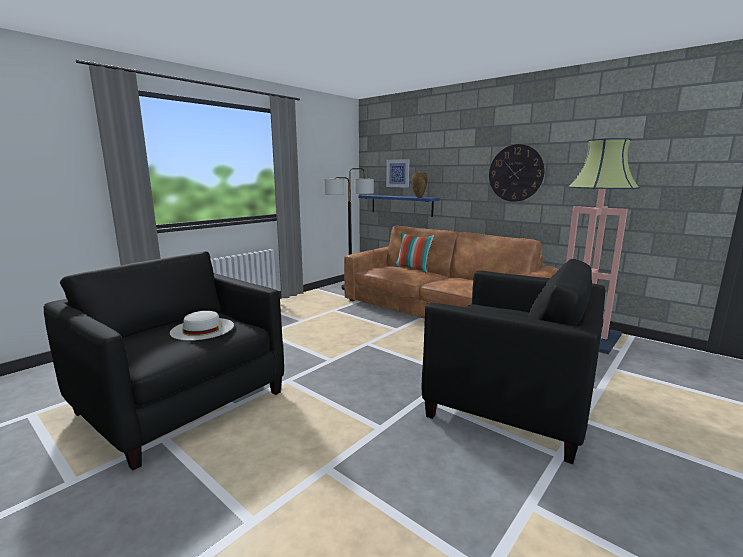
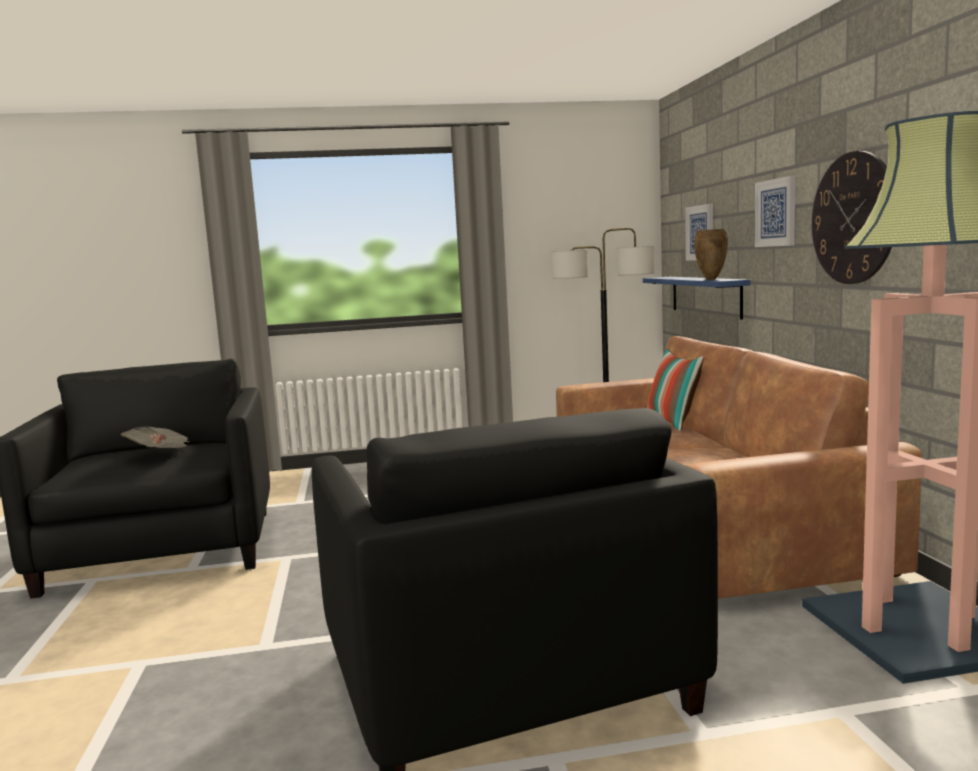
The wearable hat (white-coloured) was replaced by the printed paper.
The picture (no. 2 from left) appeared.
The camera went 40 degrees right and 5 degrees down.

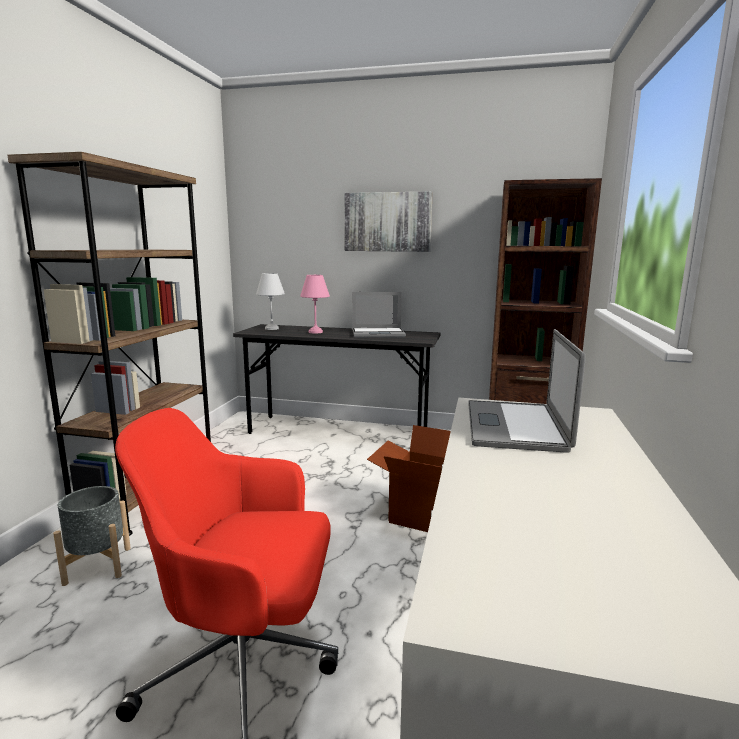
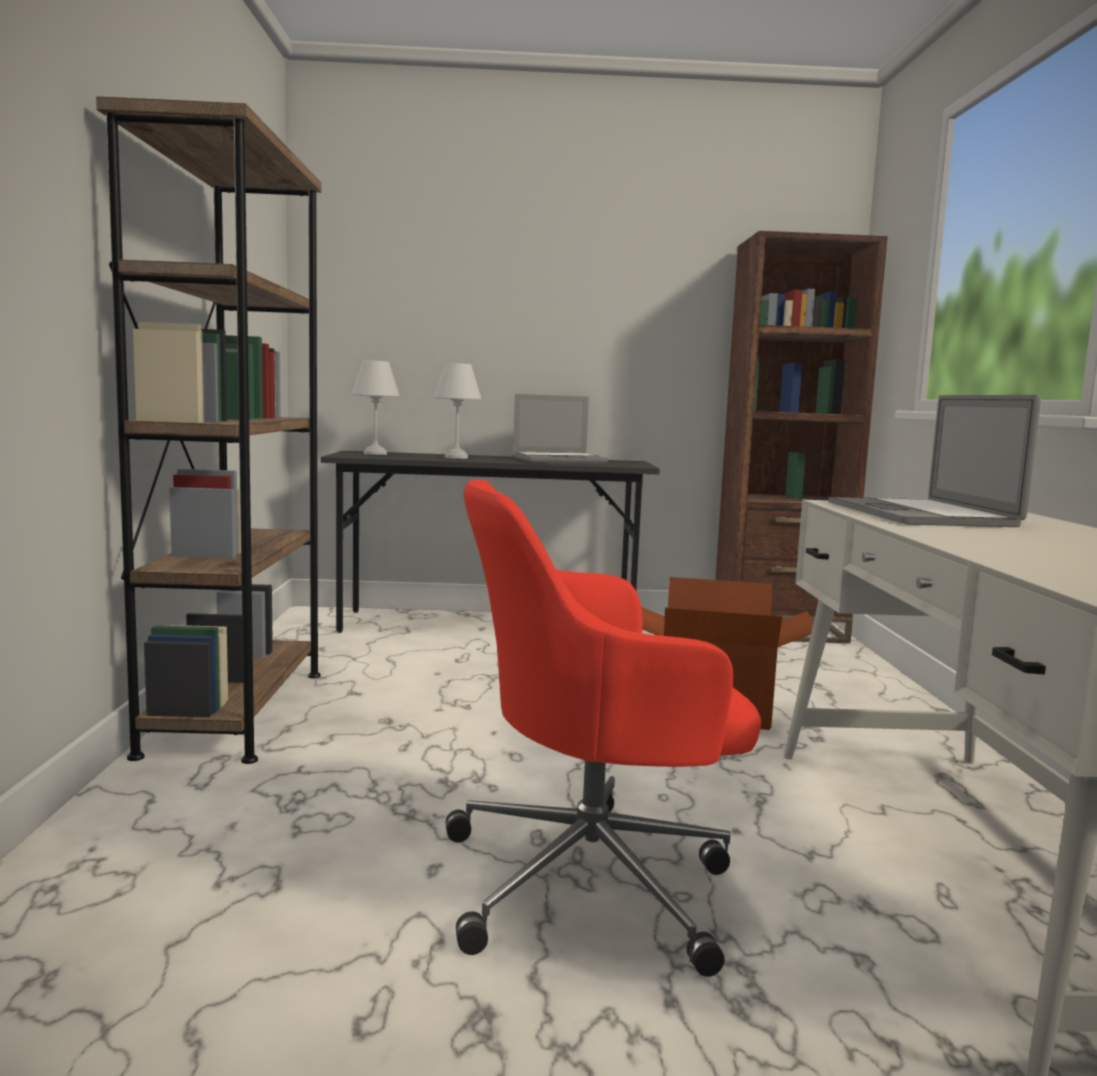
The picture disappeared.
The tabletop lamp (pink-coloured) became the tabletop lamp (white-coloured) (no. 2 from left).
The plant pot (gray) disappeared.
The camera went 15 degrees left and 5 degrees down.

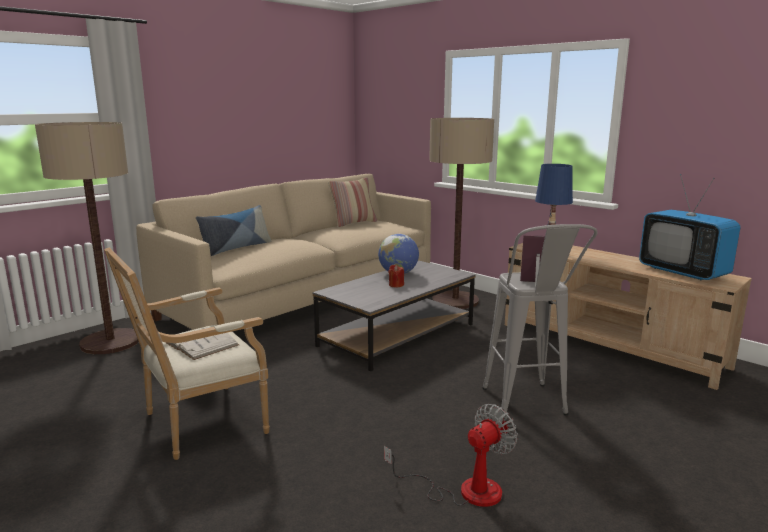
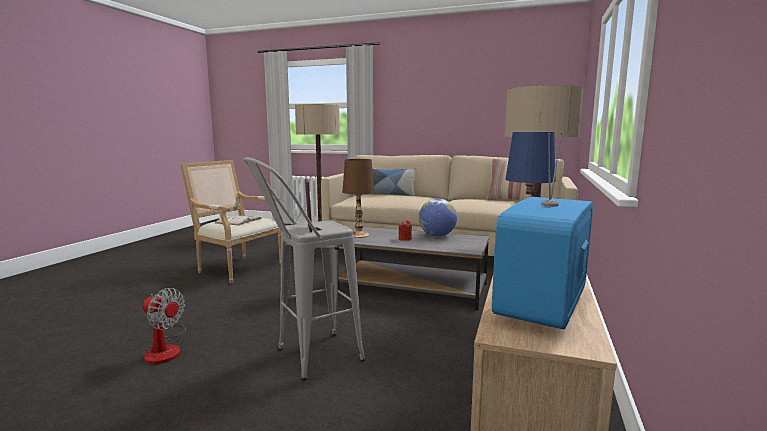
The tabletop lamp (brown-coloured) appeared.
The camera went 65 degrees right and 5 degrees down.

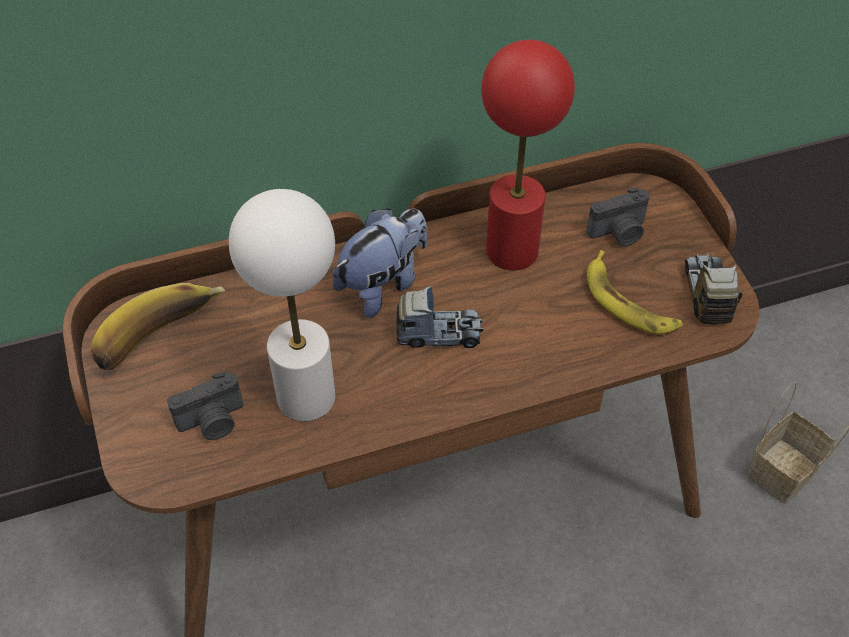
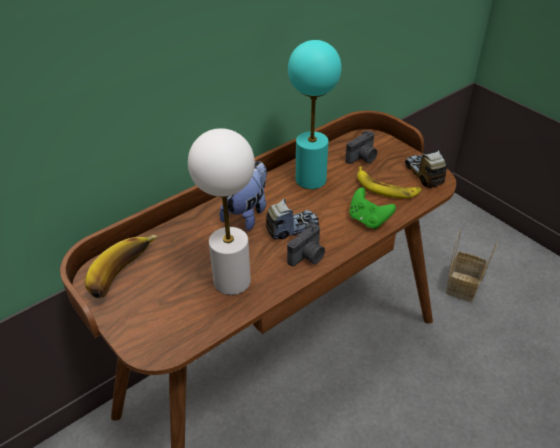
The tabletop lamp (red-coloured) became the tabletop lamp (blue-green).
The still camera (no. 1 from left) moved.
The gamepad (green) appeared.
The camera went 20 degrees left and 10 degrees down.

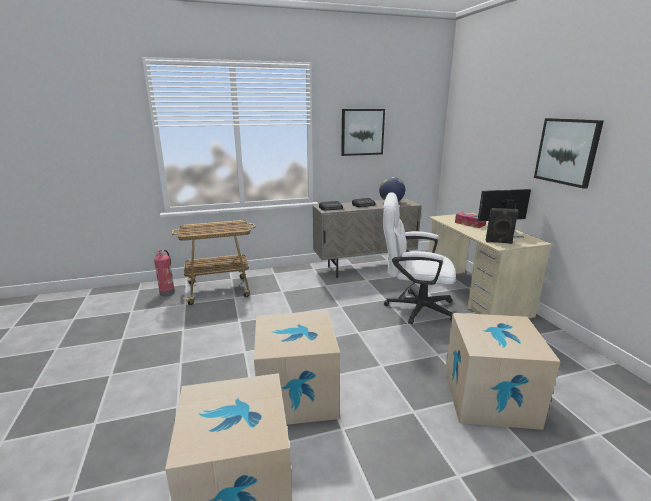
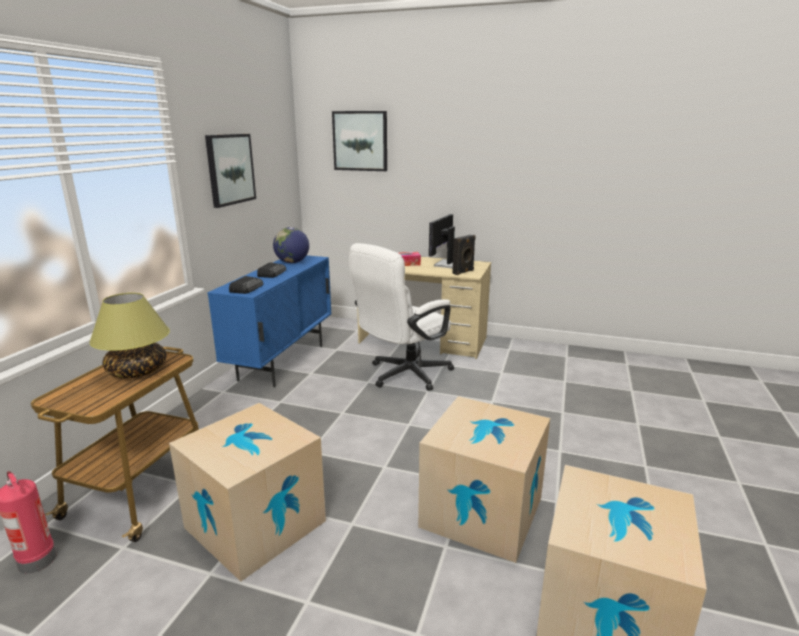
The picture (no. 2 from left) moved.
The cupboard (sand-coloured) became the cupboard (blue).
The packing box (no. 3 from left in the first image) moved.
The tabletop lamp appeared.
The camera went 55 degrees left and 0 degrees up.

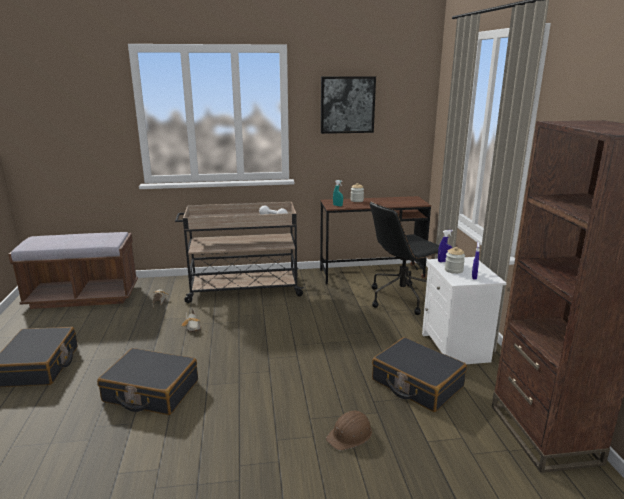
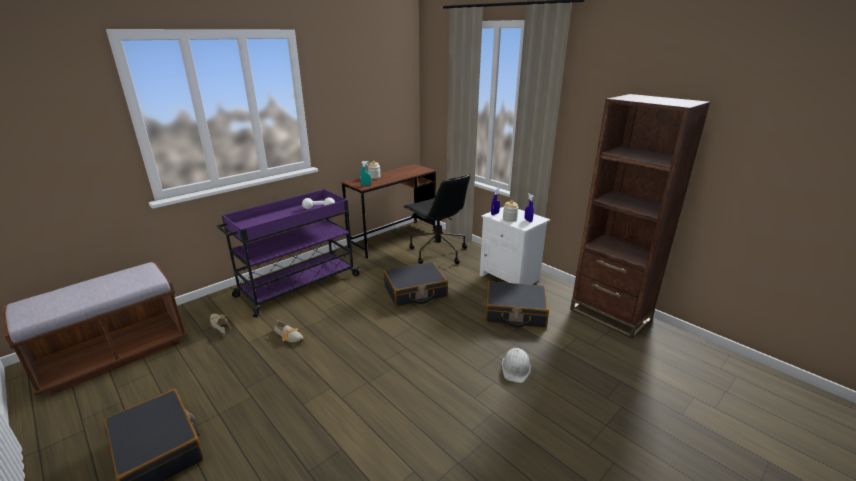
The picture disappeared.
The trolley (sand-coloured) became the trolley (purplish).
The computer chair (black) turned 60 degrees counterclockwise.
The piece of luggage (black) (no. 2 from left) moved.
The work helmet (brown-coloured) became the work helmet (white-coloured).
The camera went 35 degrees left and 5 degrees up.

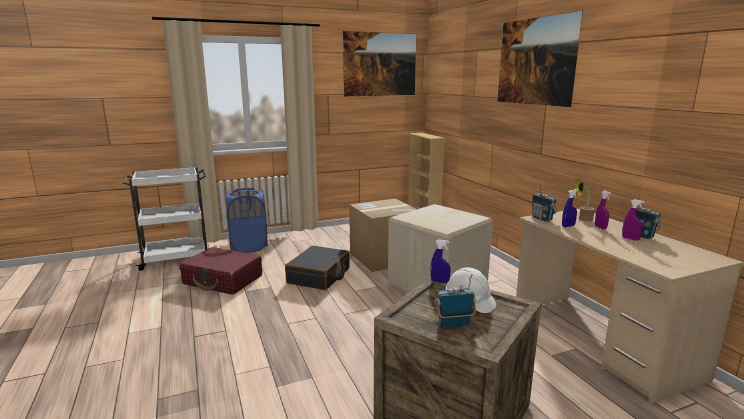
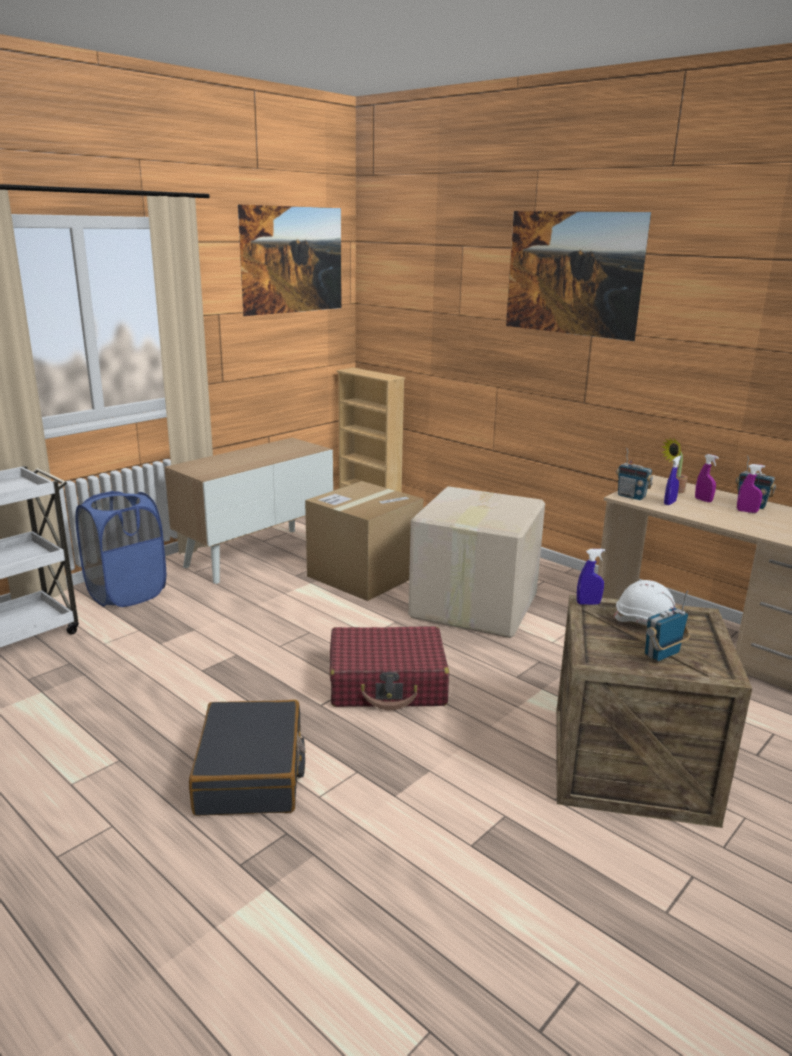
The piece of luggage (black) moved.
The piece of luggage (red-coloured) moved.
The cupboard appeared.
The camera went 25 degrees left and 5 degrees up.

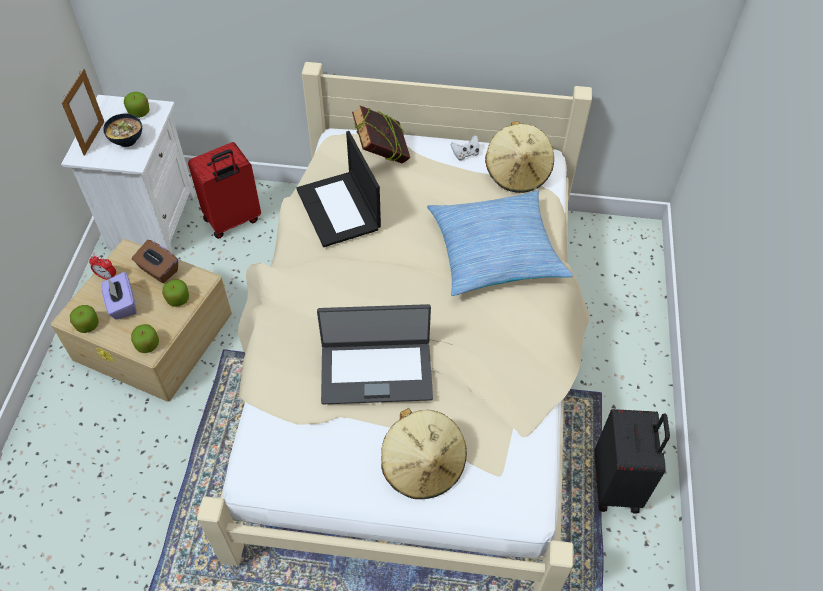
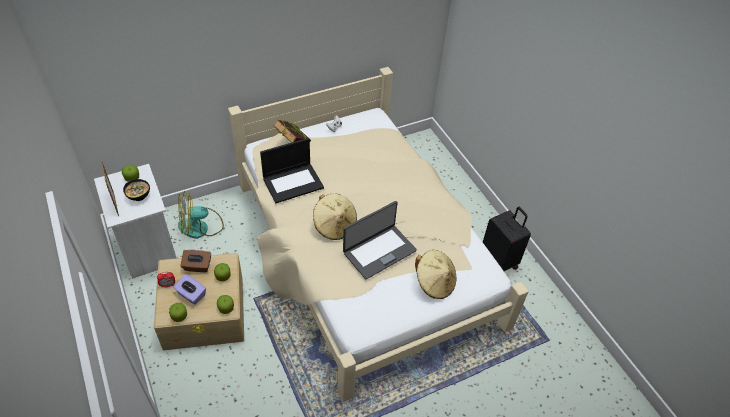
The wearable hat (sand-coloured) (no. 2 from left in the first image) moved.
The portable computer (no. 1 from left) turned 60 degrees counterclockwise.
The piece of luggage (red-coloured) was replaced by the fan.
The throw pillow disappeared.
The camera went 35 degrees left and 5 degrees down.

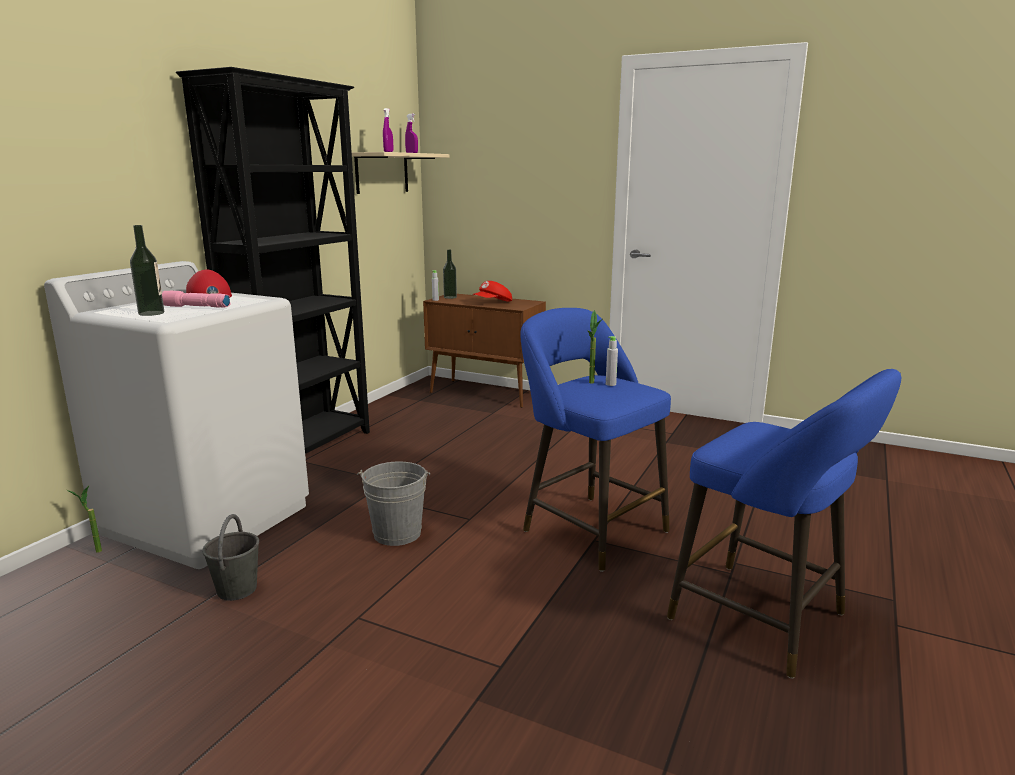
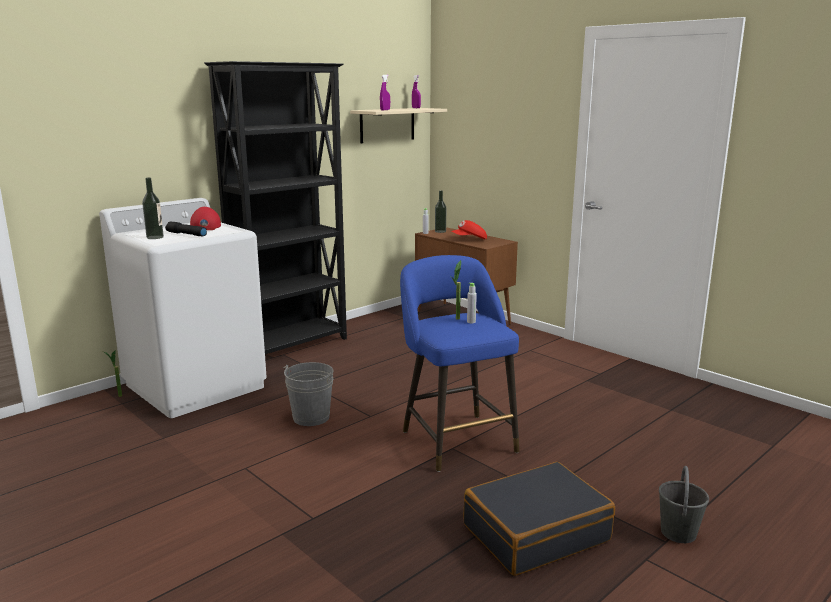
The flashlight (pink-coloured) became the flashlight (black).
The sitting stool (blue) (no. 2 from left) was replaced by the piece of luggage (black).
The pail (gray) (no. 1 from left in the first image) moved.
The camera went 20 degrees right and 0 degrees up.

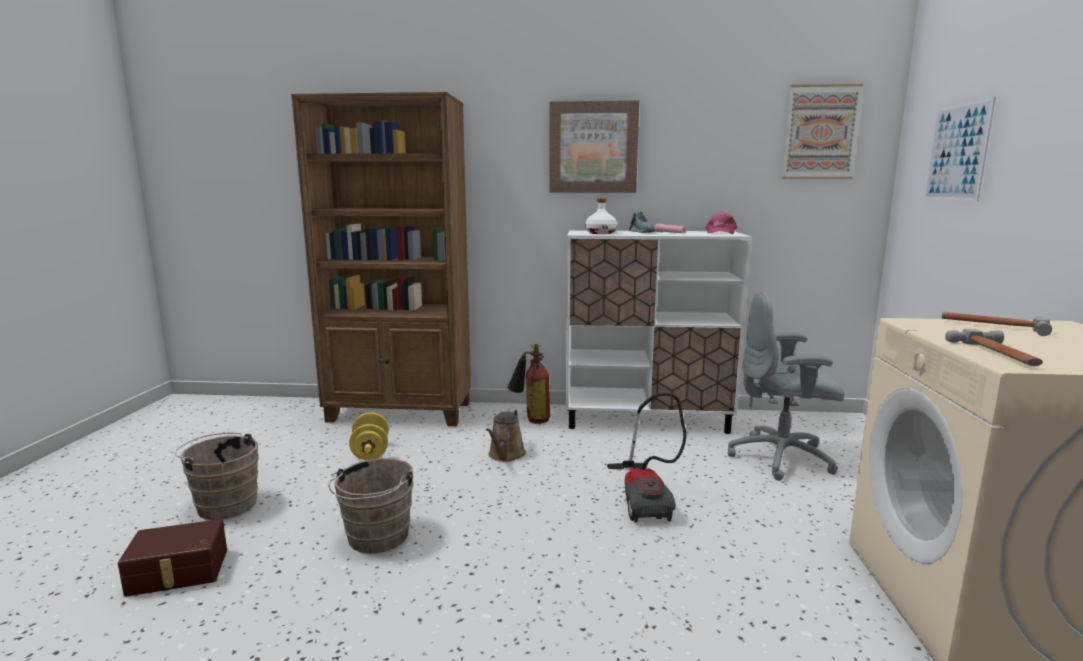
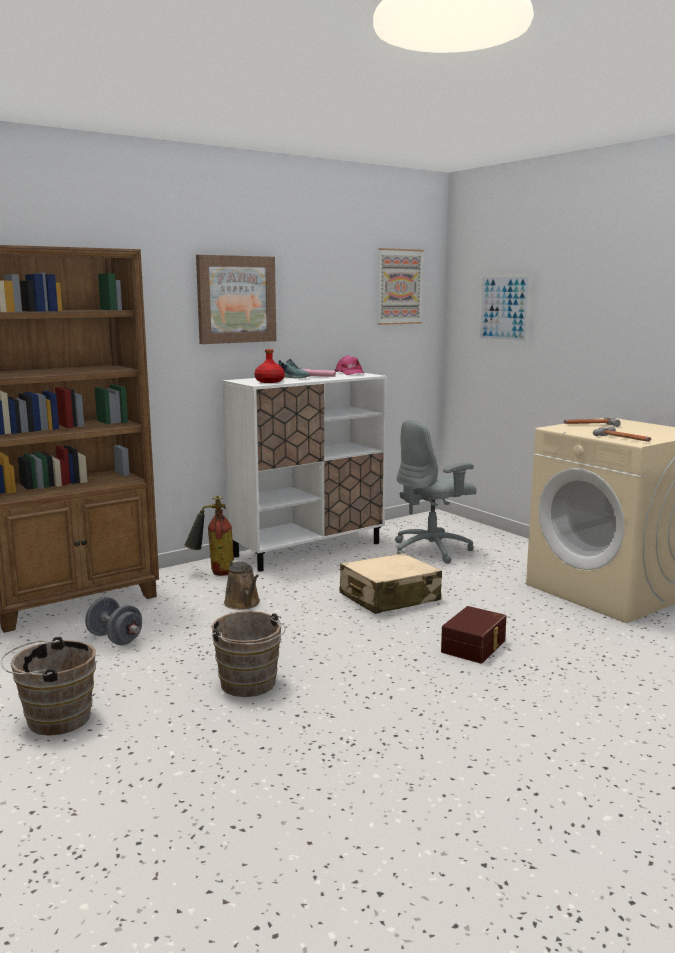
The bottle (white-coloured) became the bottle (red-coloured).
The hoover was replaced by the piece of luggage (sand-coloured).
The dumbbell (yellow-coloured) became the dumbbell (gray).
The storage box (brown-coloured) moved.
The camera went 40 degrees left and 0 degrees up.

